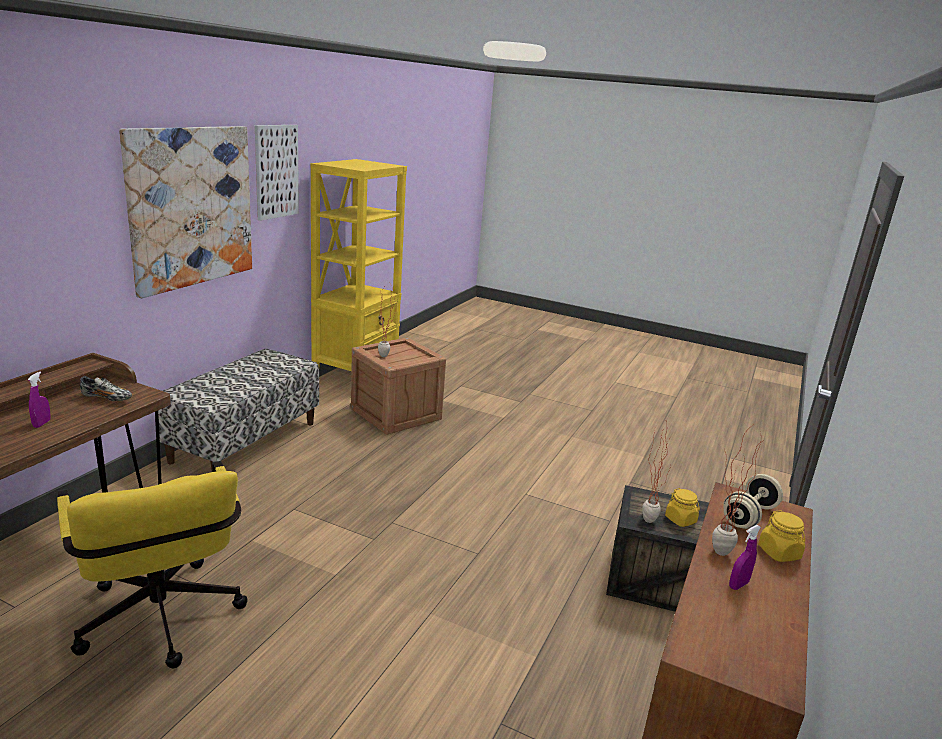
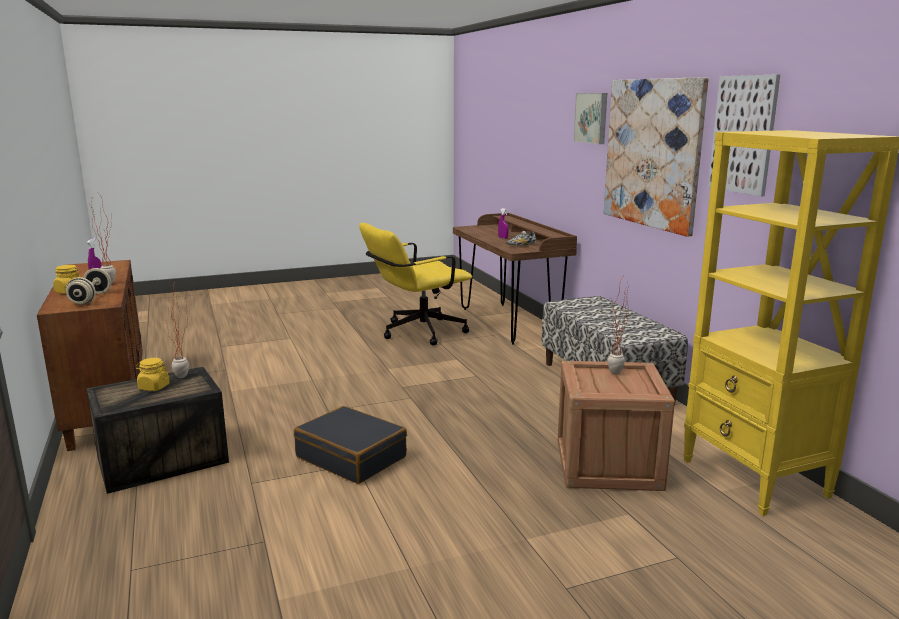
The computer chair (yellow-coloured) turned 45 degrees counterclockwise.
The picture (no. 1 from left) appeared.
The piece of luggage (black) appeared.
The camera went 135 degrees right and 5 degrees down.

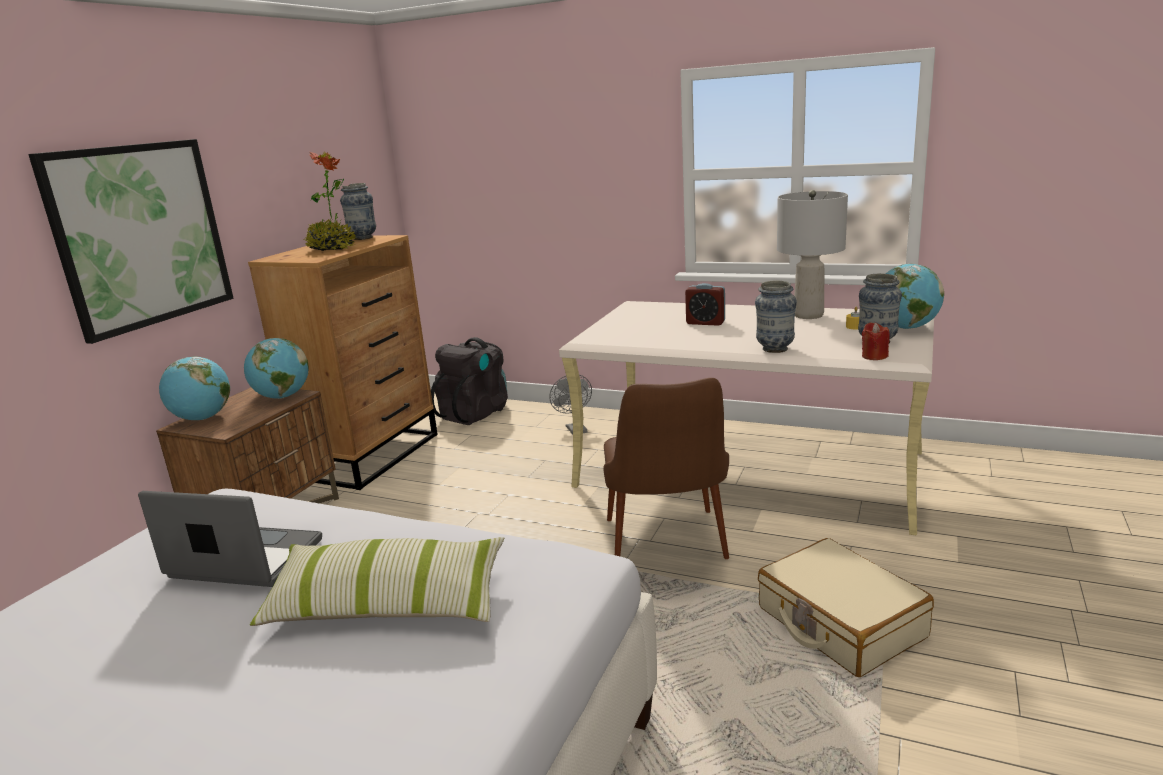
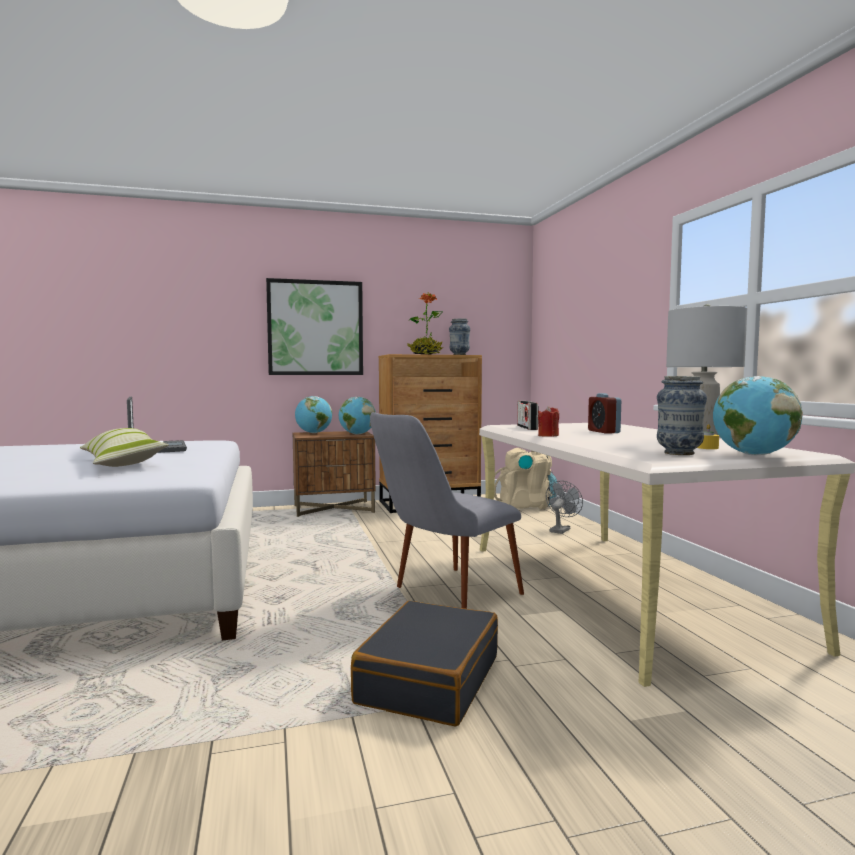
The decorative vase (no. 2 from left) disappeared.
The wax light (red-coloured) moved.
The backpack (black) became the backpack (sand-coloured).
The plain chair (brown-coloured) became the plain chair (gray).
The piece of luggage (sand-coloured) became the piece of luggage (black).
The radio set appeared.
The camera went 50 degrees right and 15 degrees down.

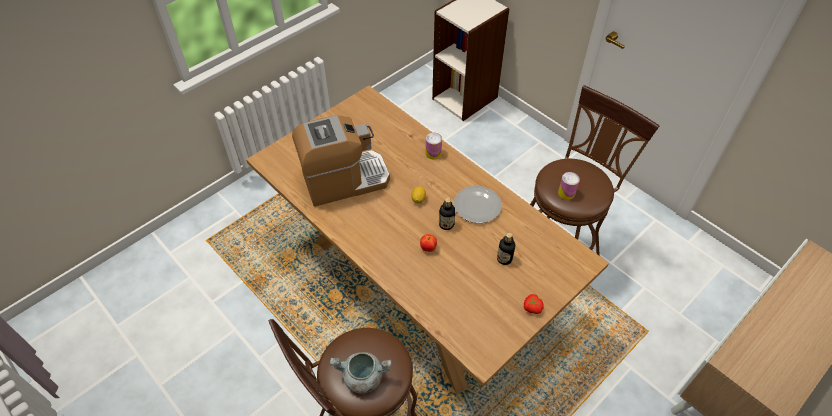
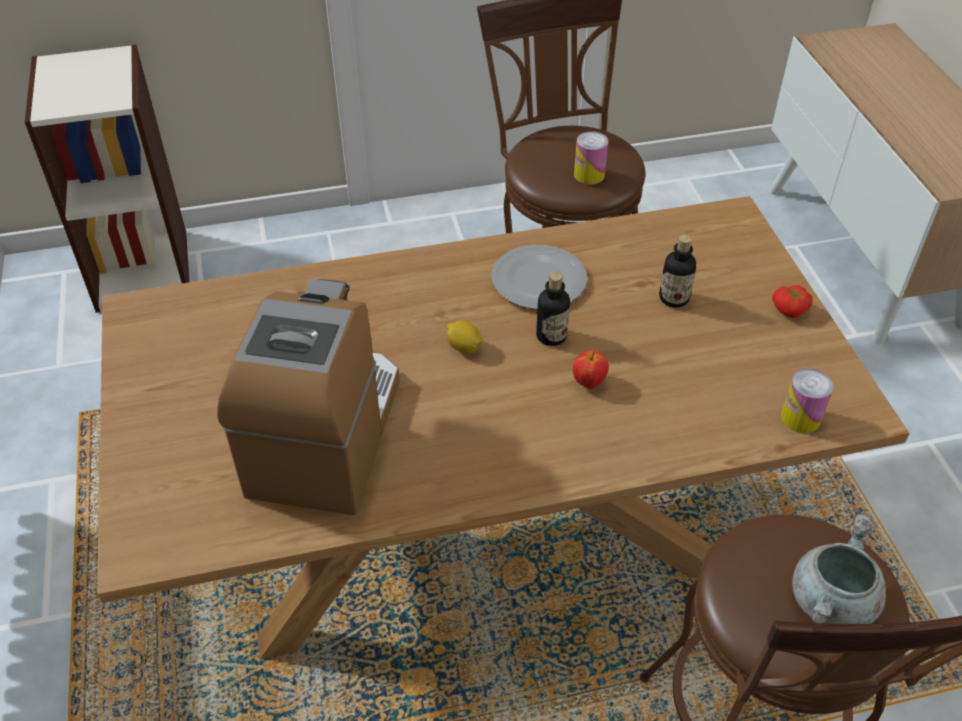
The can (no. 1 from left in the first image) moved.
The camera went 60 degrees left and 5 degrees down.

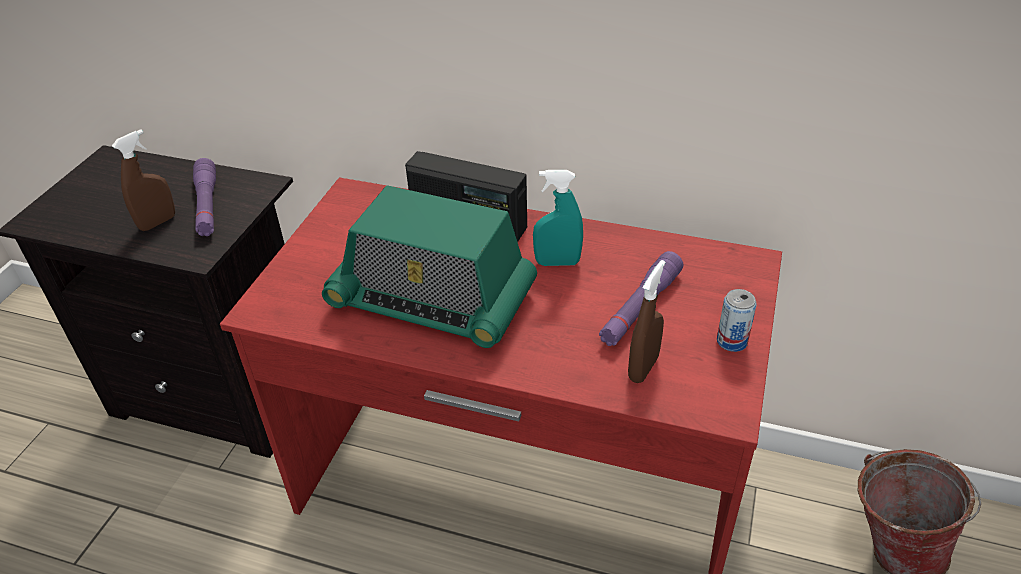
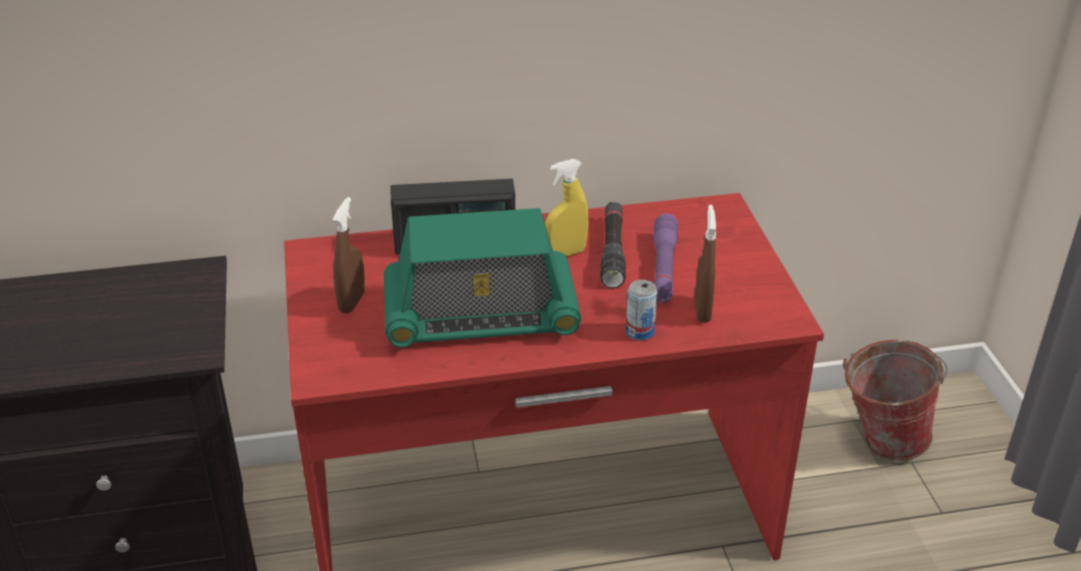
The hand sprayer (brown-coloured) (no. 1 from left) moved.
The flashlight (purplish) (no. 1 from left) disappeared.
The hand sprayer (blue-green) became the hand sprayer (yellow-coloured).
The can moved.
The flashlight (black) appeared.
The camera went 30 degrees left and 5 degrees down.

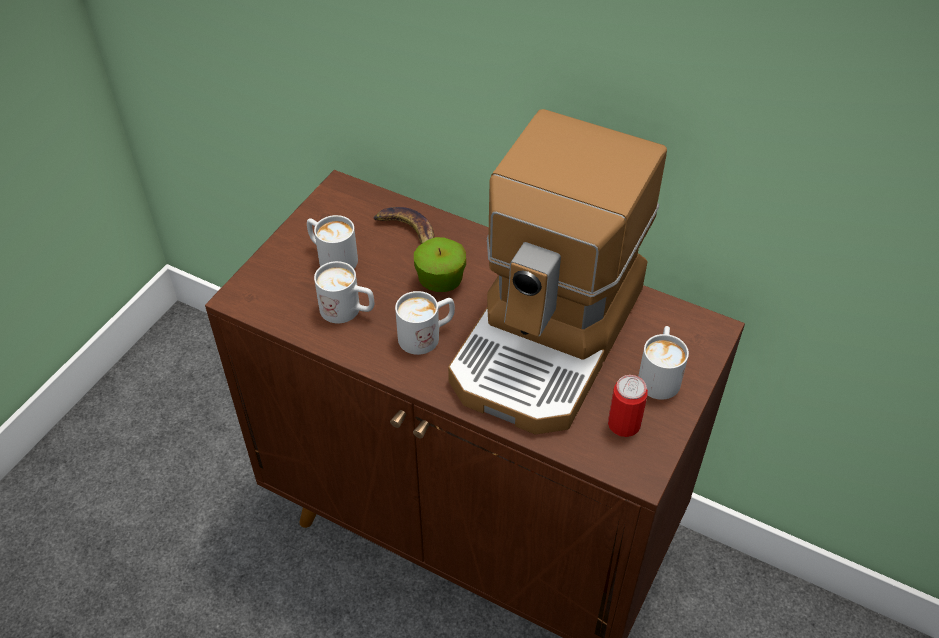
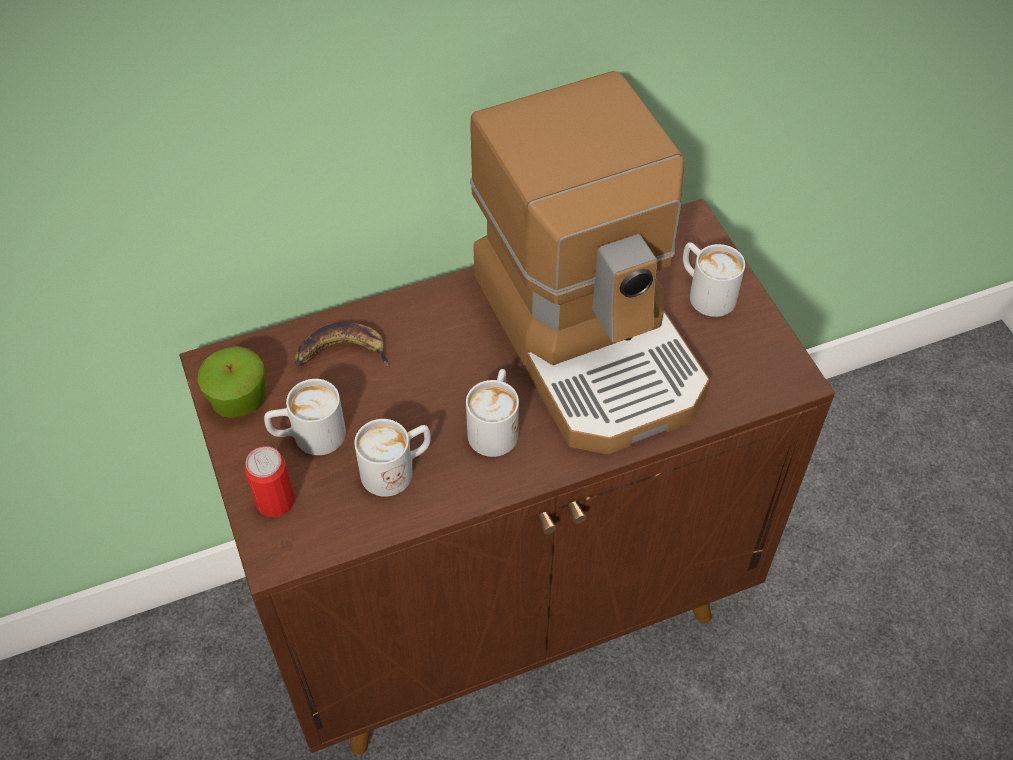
The apple fruit moved.
The can moved.
The camera went 50 degrees left and 5 degrees up.

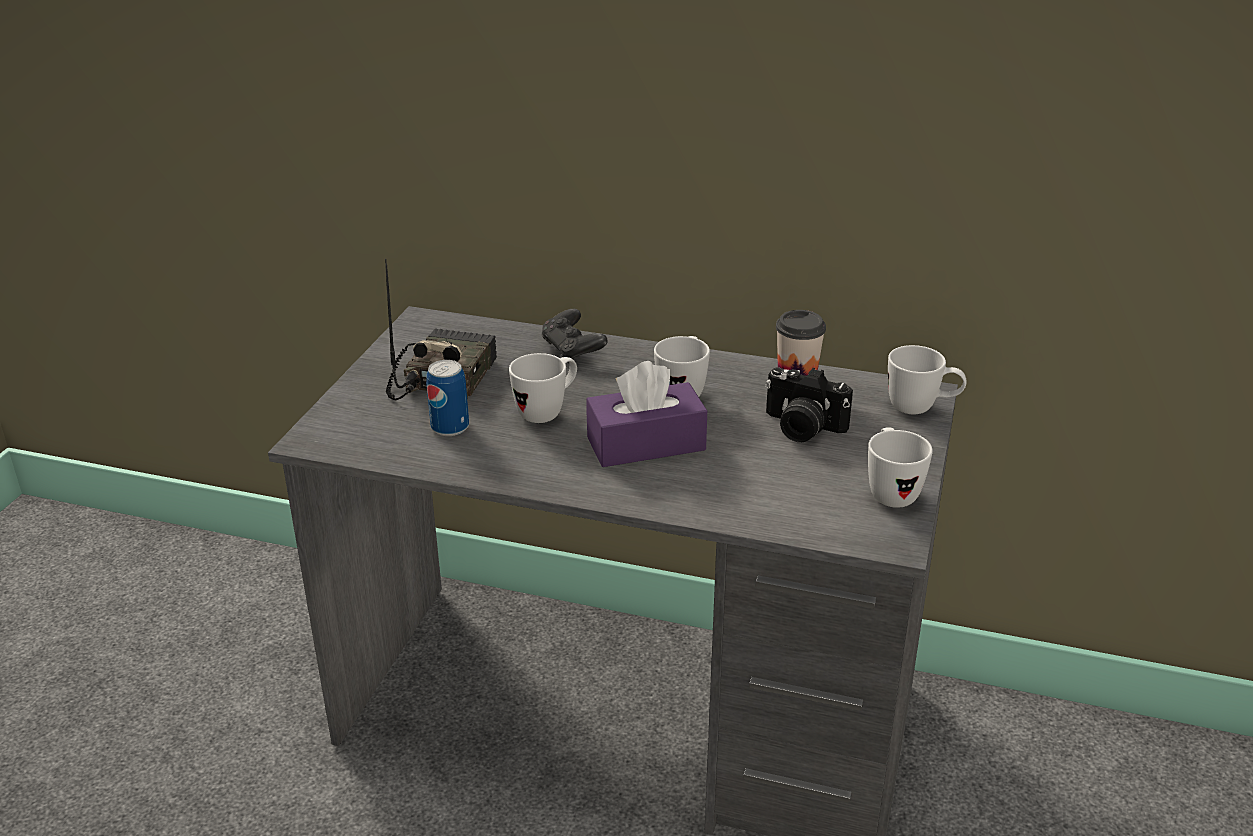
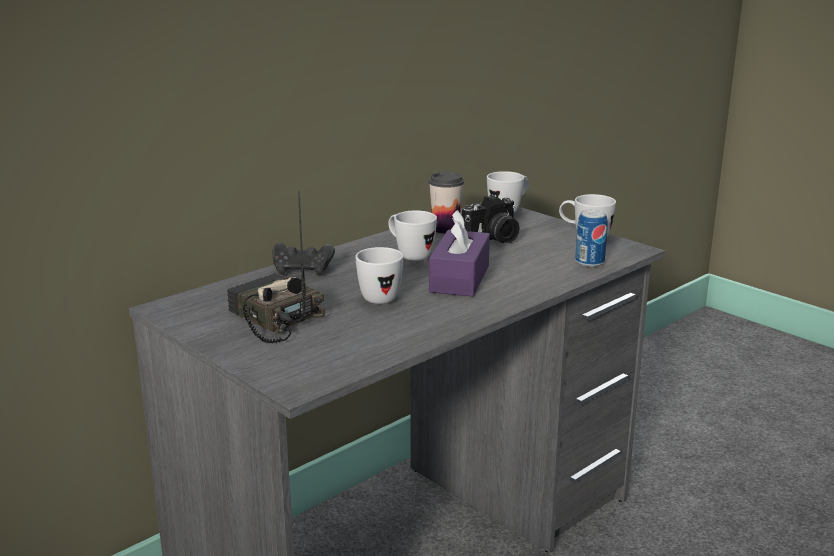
The can moved.
The camera went 60 degrees left and 10 degrees down.

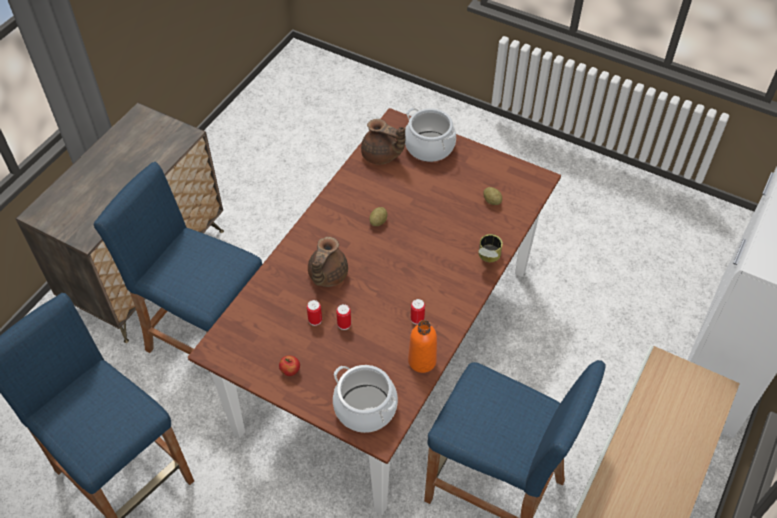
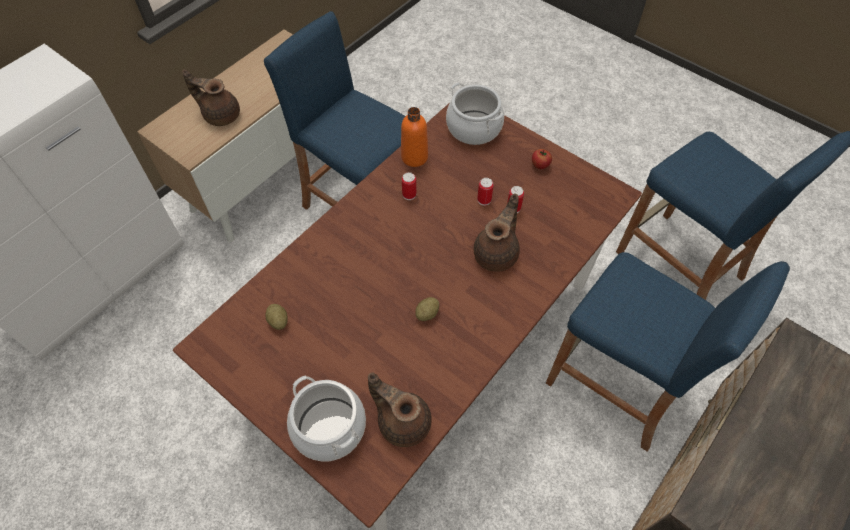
The can (no. 4 from left) disappeared.
The tea pot (brown-coloured) (no. 1 from left) appeared.
The camera went 170 degrees left and 5 degrees up.

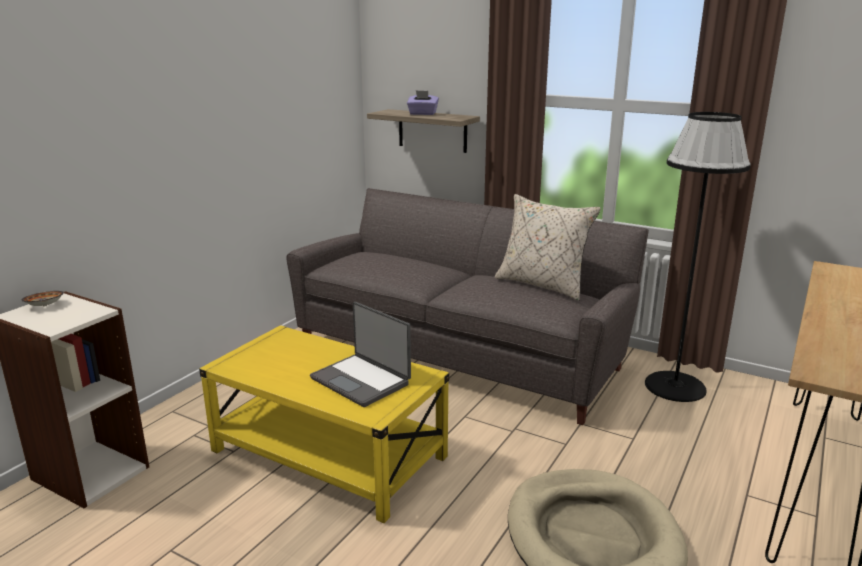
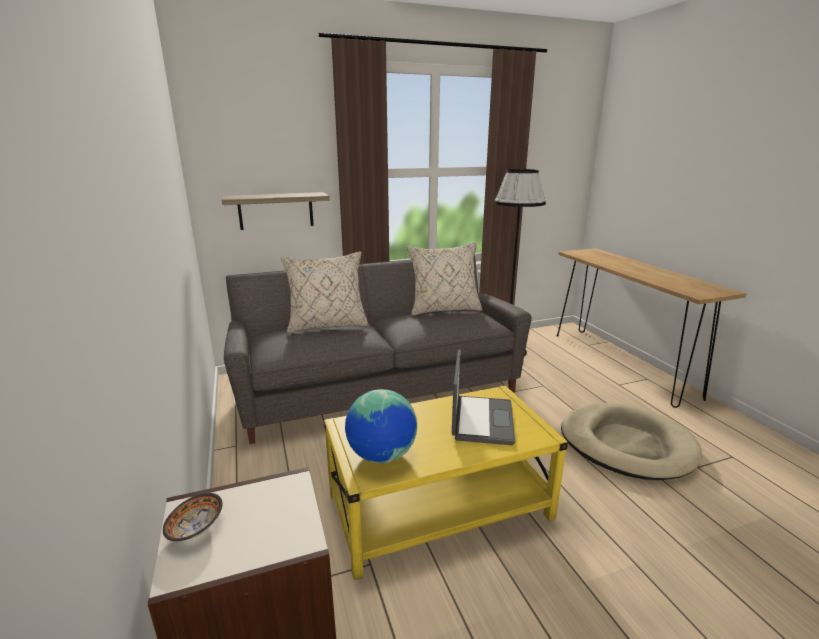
The tissue holder (purplish) disappeared.
The portable computer turned 75 degrees counterclockwise.
The throw pillow (sand-coloured) (no. 1 from left) appeared.
The desk globe appeared.
The camera went 50 degrees left and 0 degrees up.

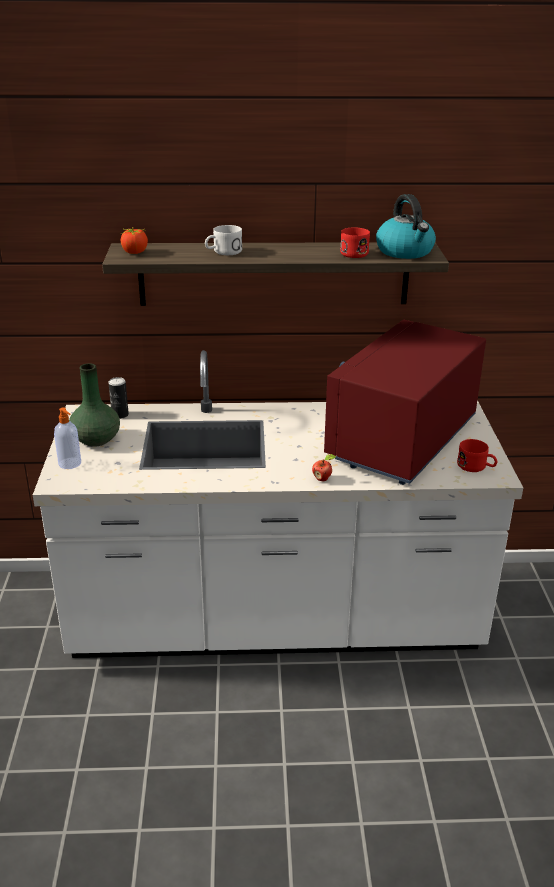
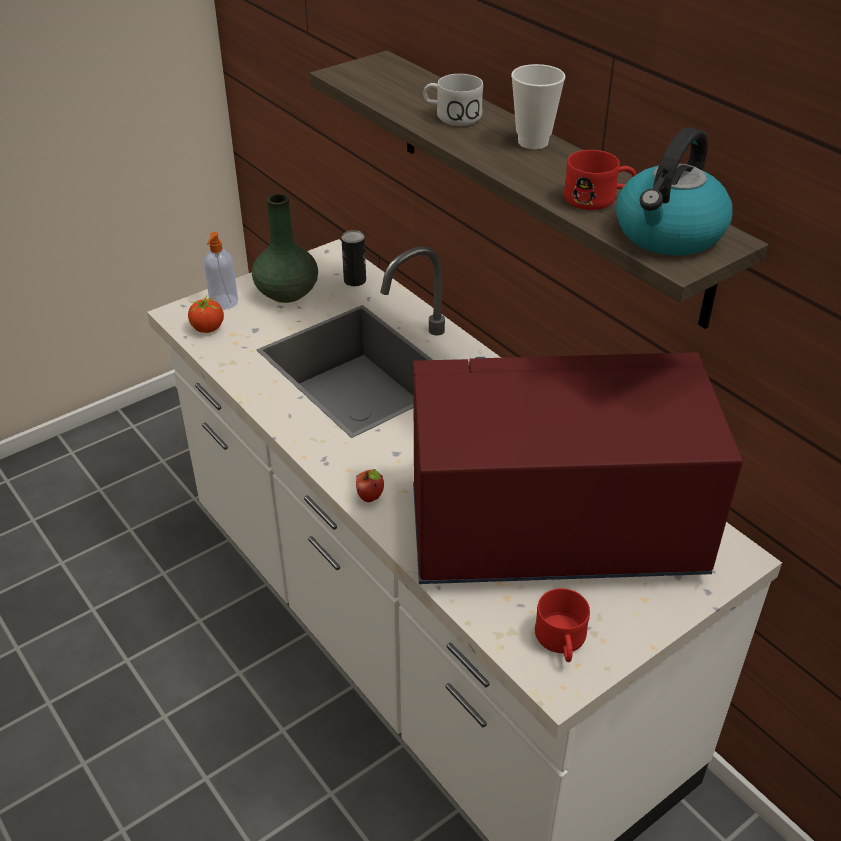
The tomato moved.
The small cup appeared.
The camera went 55 degrees right and 10 degrees up.

